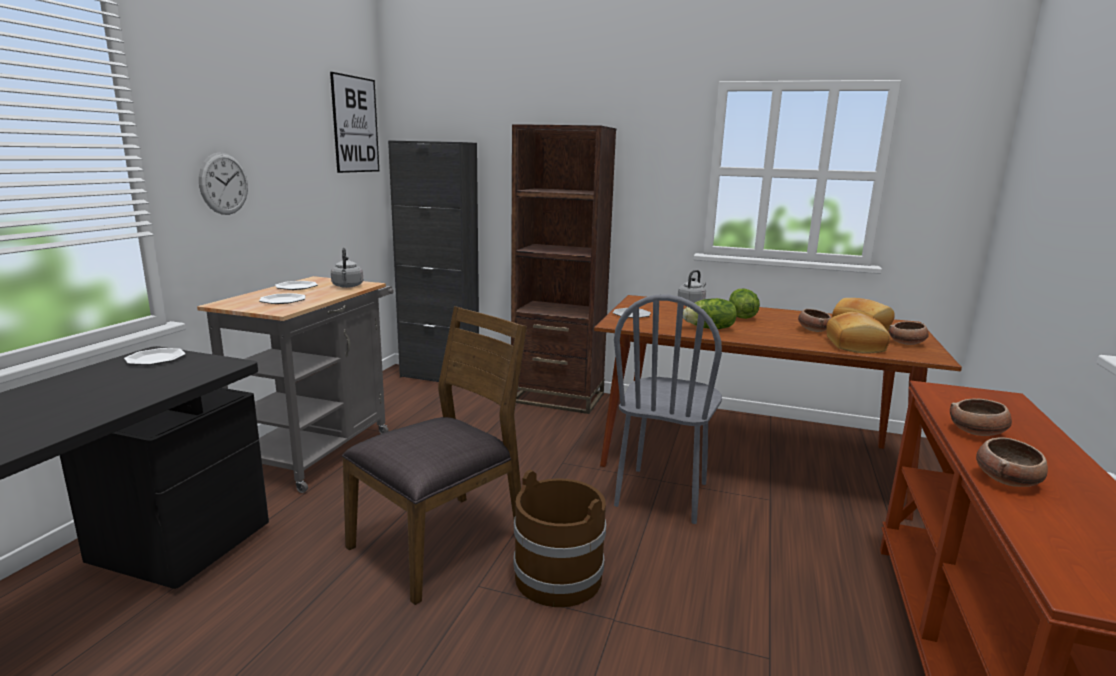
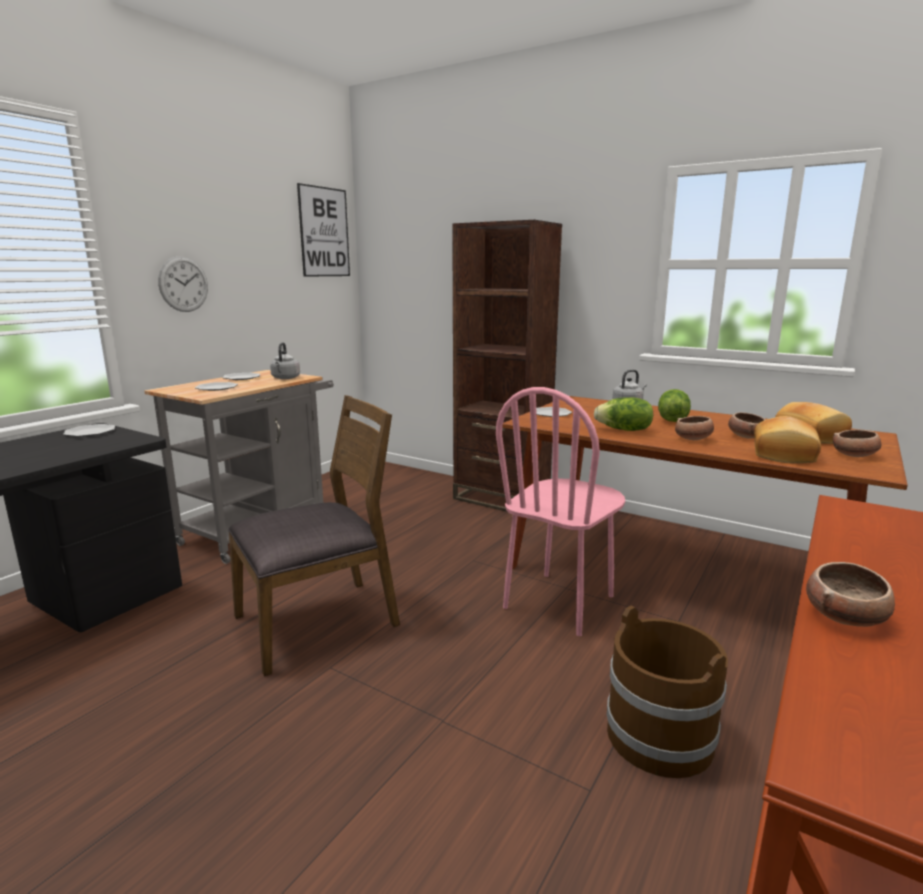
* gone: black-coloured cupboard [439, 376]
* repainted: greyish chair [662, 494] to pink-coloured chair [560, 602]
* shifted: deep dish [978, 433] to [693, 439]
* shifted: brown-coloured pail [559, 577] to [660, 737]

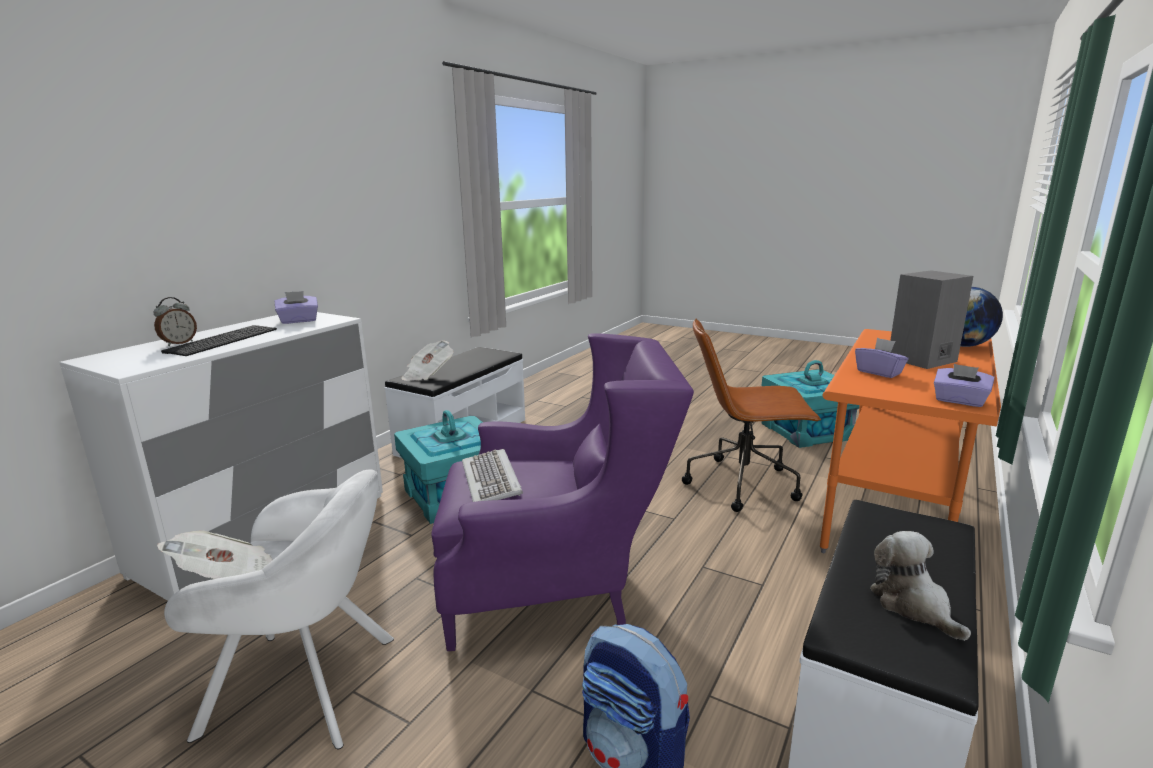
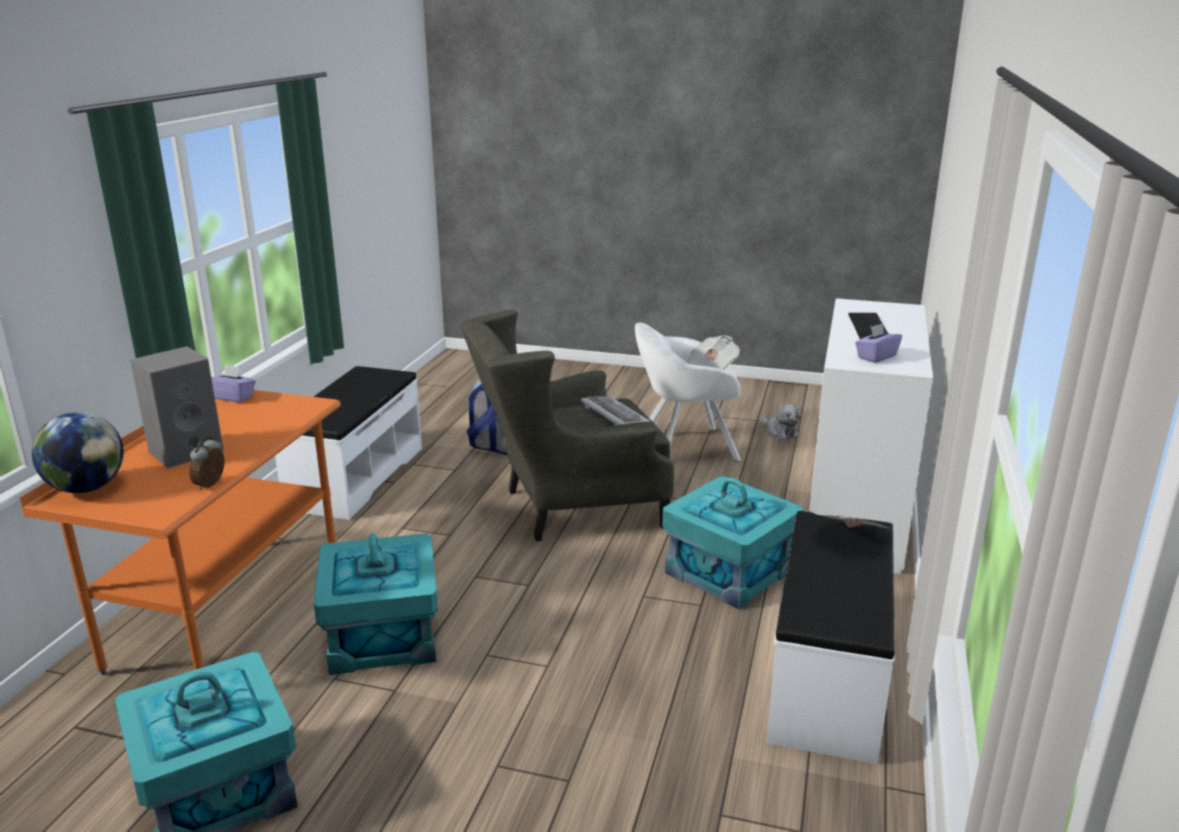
* shifted: alarm clock [179, 343] to [211, 485]
* swapped: brown-coloured computer chair [744, 483] to turquoise-coloured storage container [384, 637]
* repainted: purple-coloured lounge chair [557, 585] to greyish lounge chair [568, 507]
* gone: purple-coloured tissue holder [879, 372]
* shifted: plush toy [913, 605] to [779, 431]

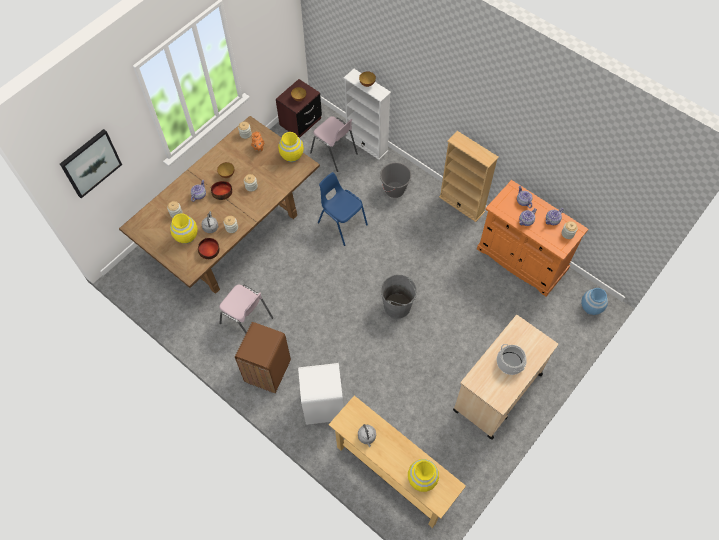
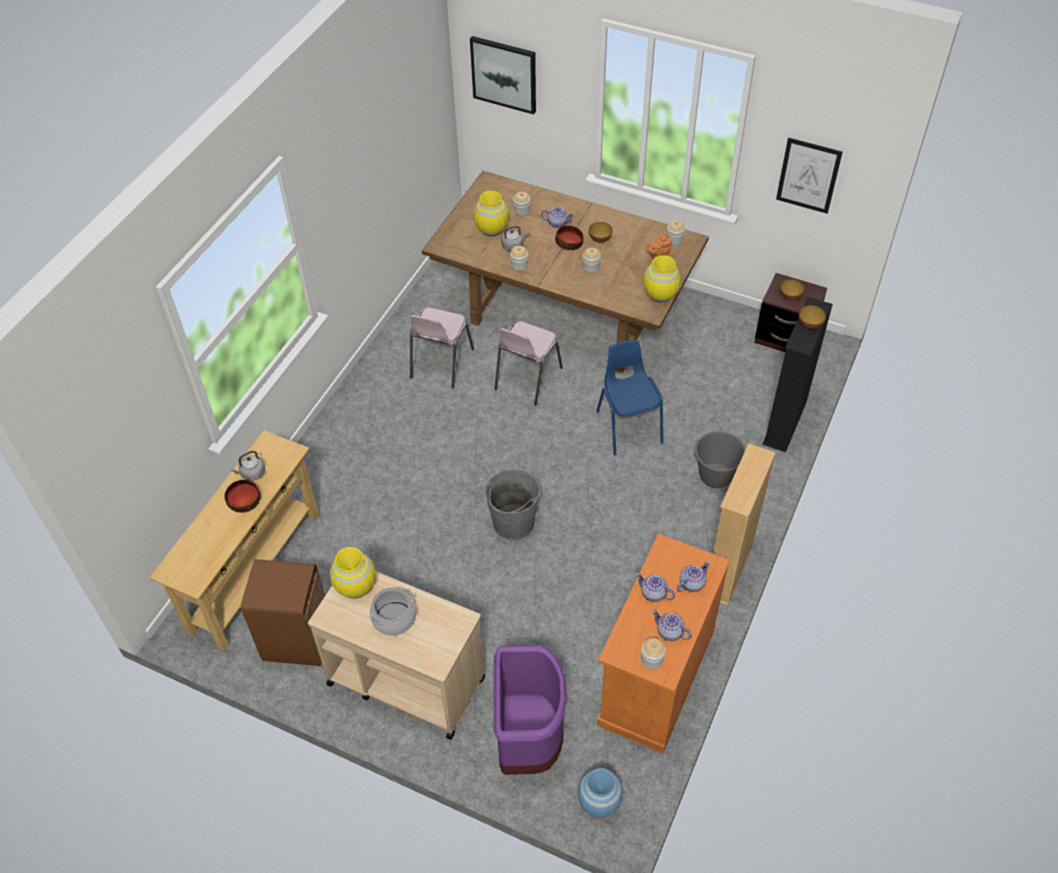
* repainted: whitish bookshelf [367, 144] to black-coloured bookshelf [785, 423]
* shifted: pink-coloured chair [334, 153] to [527, 379]
* rotated: blue chair [342, 223] = [628, 426] 45 degrees counterclockwise
* shifted: deep dish [209, 251] to [243, 500]
* shifted: brown-coloured waste bin [267, 371] to [297, 640]
* gone: whitish waste bin [324, 407]
* shifted: yellow decorative vase [422, 479] to [356, 586]
* new: wall art [808, 175]
* new: purple-coloured waste bin [528, 739]

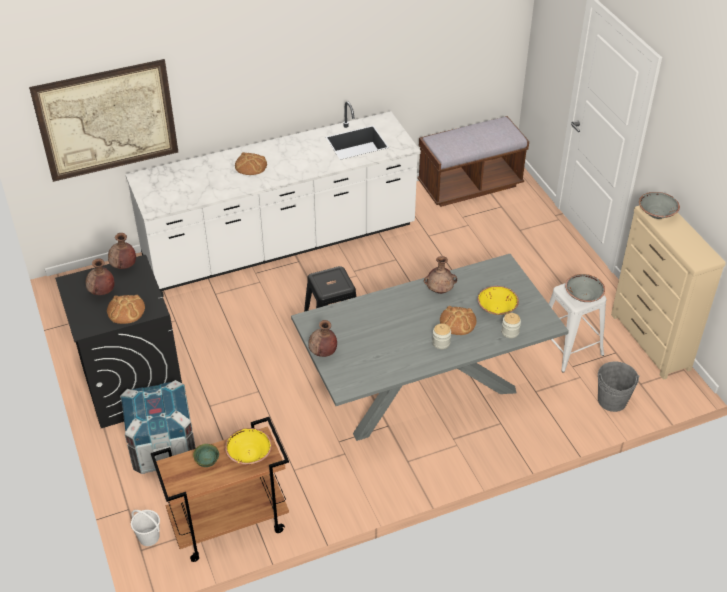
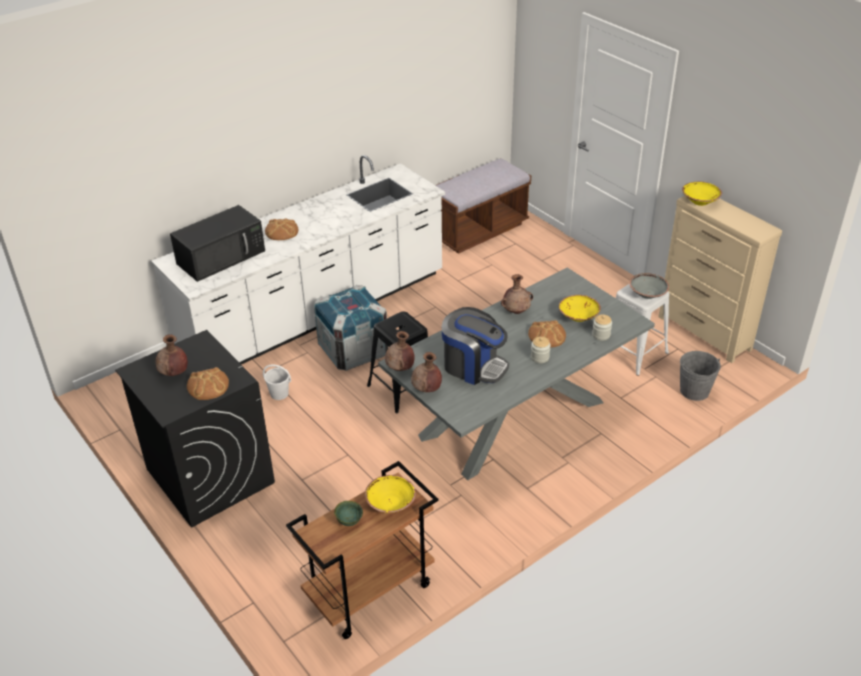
* gone: wall art [107, 120]
* repainted: greyish deep dish [656, 213] to yellow deep dish [700, 201]
* shifted: brown-coloured decorative vase [124, 266] to [400, 368]
* shifted: shipping crate [163, 448] to [353, 350]
* shifted: whitish pail [149, 537] to [279, 394]
* new: black-coloured microwave oven [222, 256]
* new: coffee machine [473, 366]

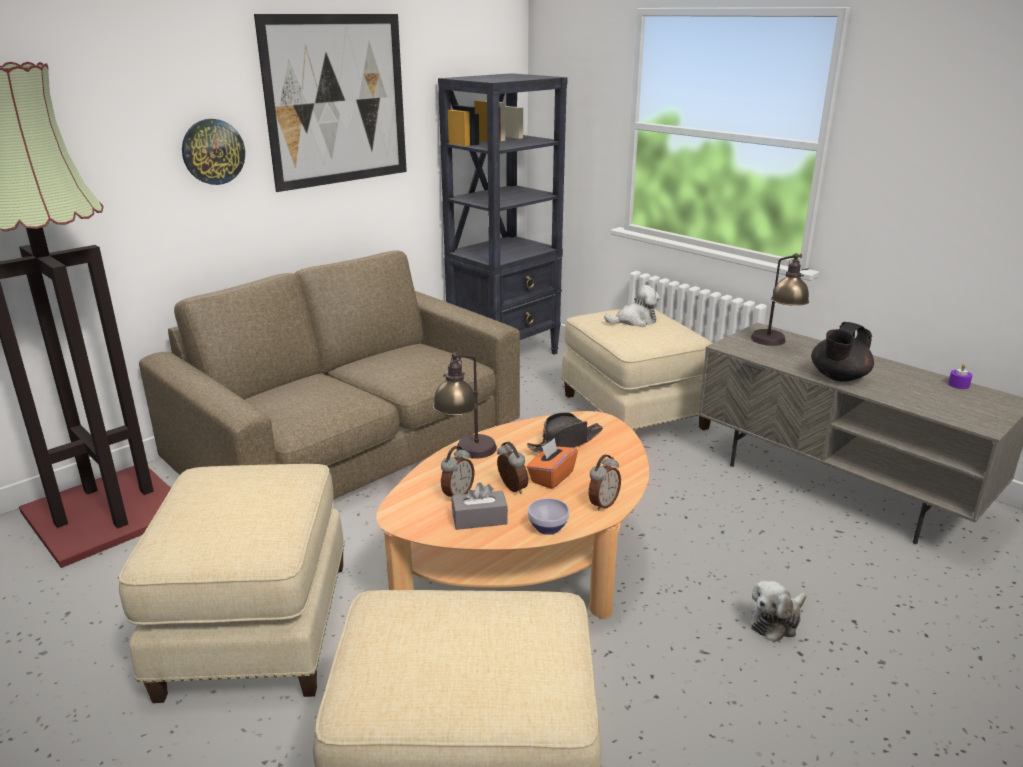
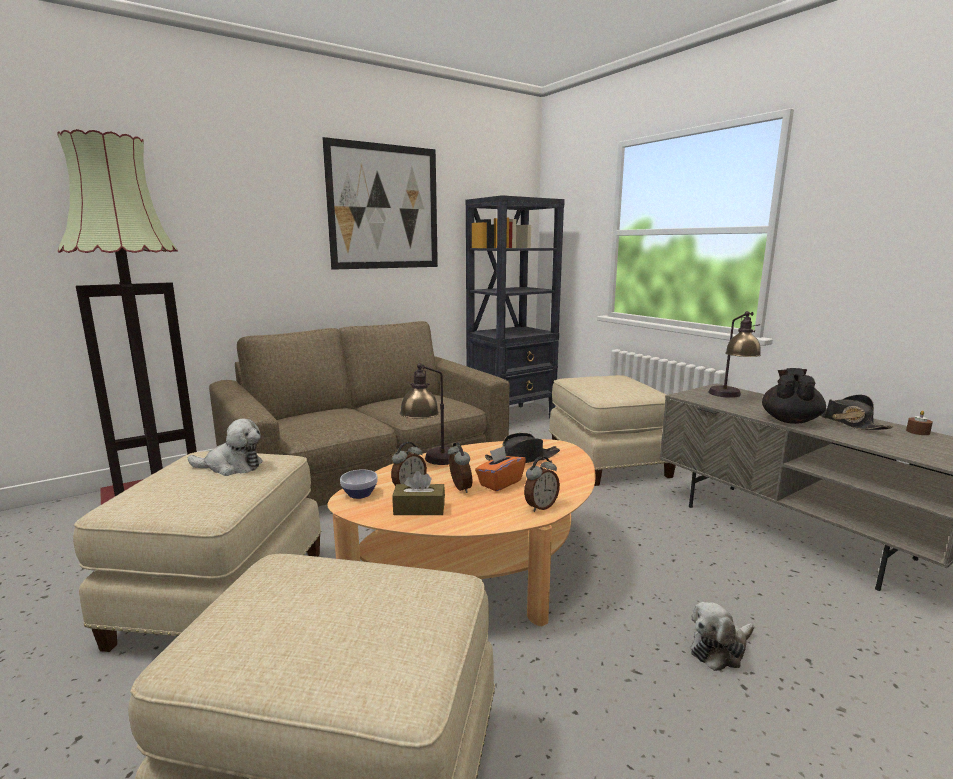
* gone: wall clock [213, 151]
* shifted: plush toy [634, 321] to [231, 467]
* rotated: black-coloured pot for tea [838, 377] = [790, 420] 150 degrees clockwise
* repainted: purple-coloured wax light [958, 385] to brown-coloured wax light [917, 432]
* repainted: greyish tissue holder [479, 519] to brown-coloured tissue holder [419, 509]
* shifted: deep dish [547, 527] to [359, 493]
* new: black-coloured clothing hat [847, 422]

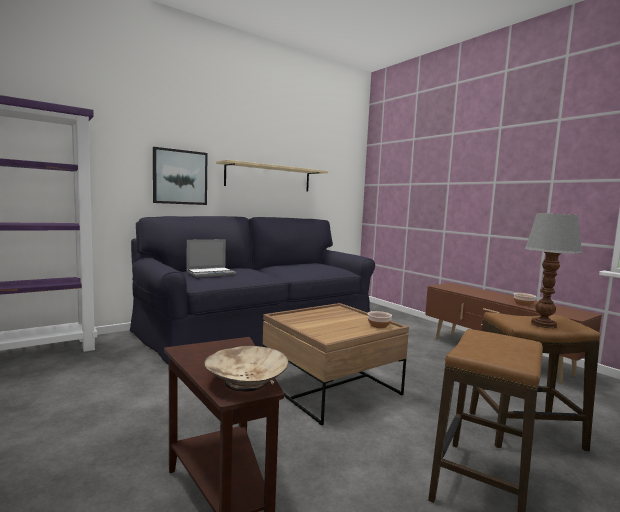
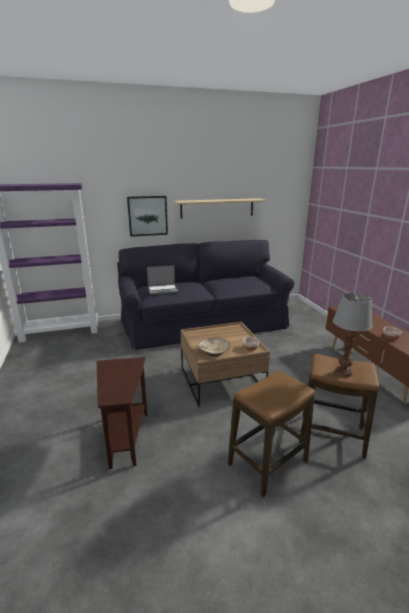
* shifted: beige-coloured deep dish [246, 381] to [213, 352]

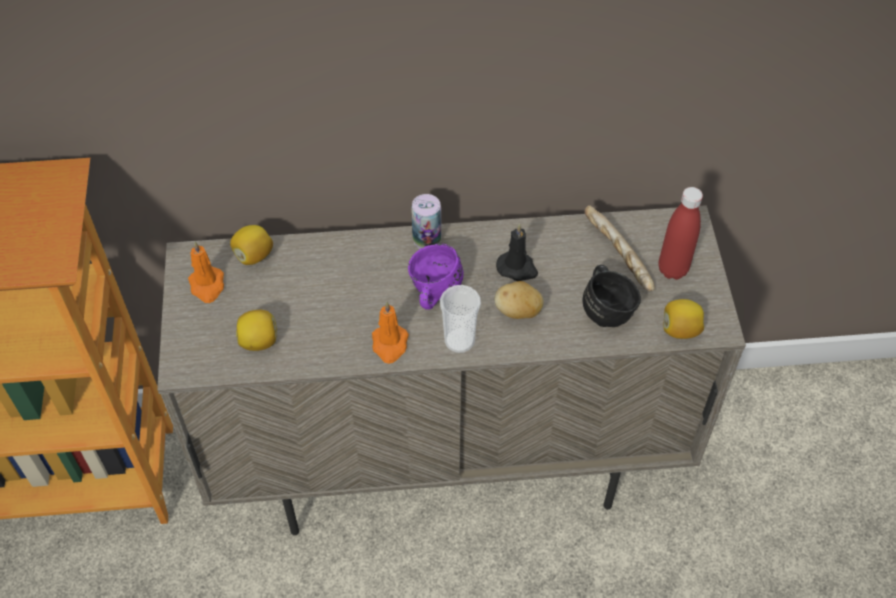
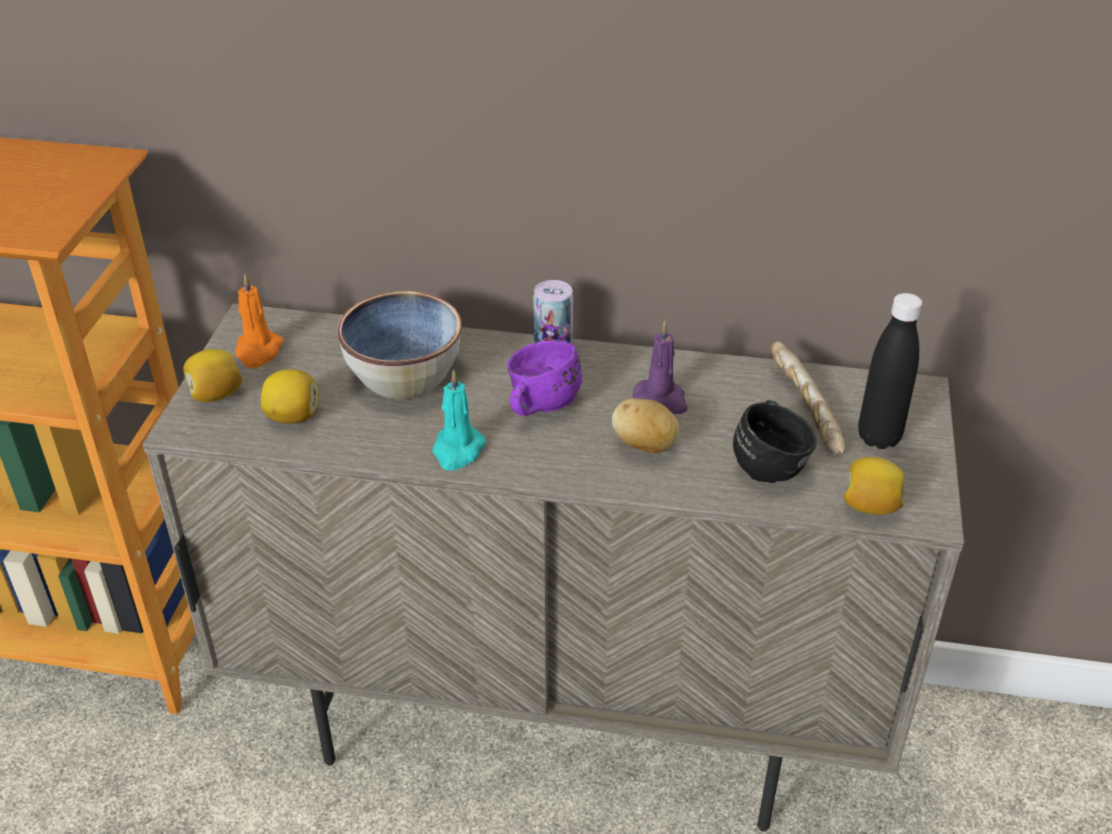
* repainted: red-coloured drink bottle [672, 269] to black-coloured drink bottle [878, 437]
* repainted: black-coloured wax light [517, 268] to purple-coloured wax light [661, 400]
* shifted: whole lemon [253, 255] to [216, 395]
* gone: small cup [459, 340]
* repainted: orangey wax light [390, 345] to turquoise-coloured wax light [458, 450]
* new: deep dish [405, 376]

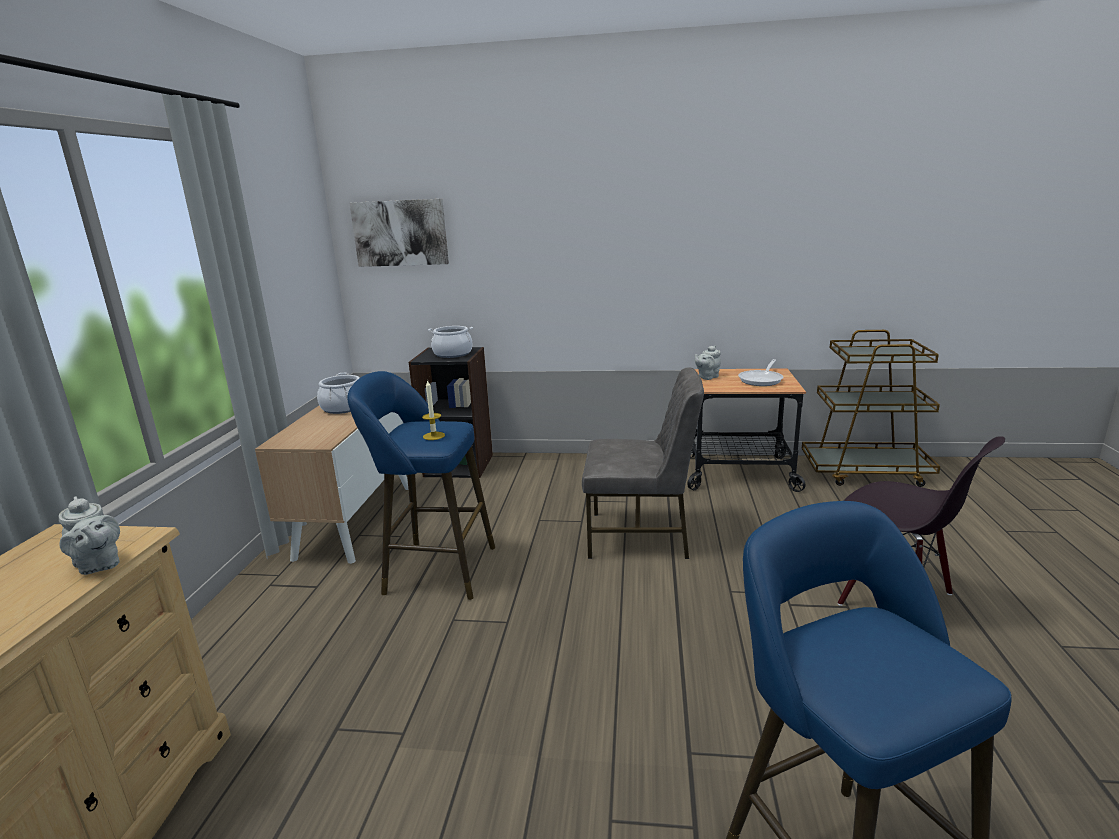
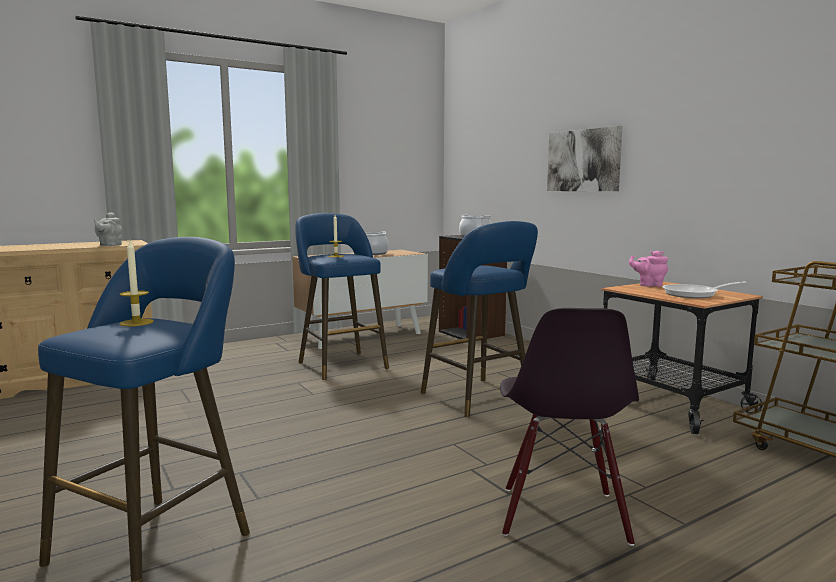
* shifted: wall art [400, 233] to [583, 160]
* repainted: greyish pot for tea [707, 377] to pink-coloured pot for tea [649, 285]
* swapped: greyish chair [640, 536] to blue stool [479, 399]
* new: wax light [136, 322]

